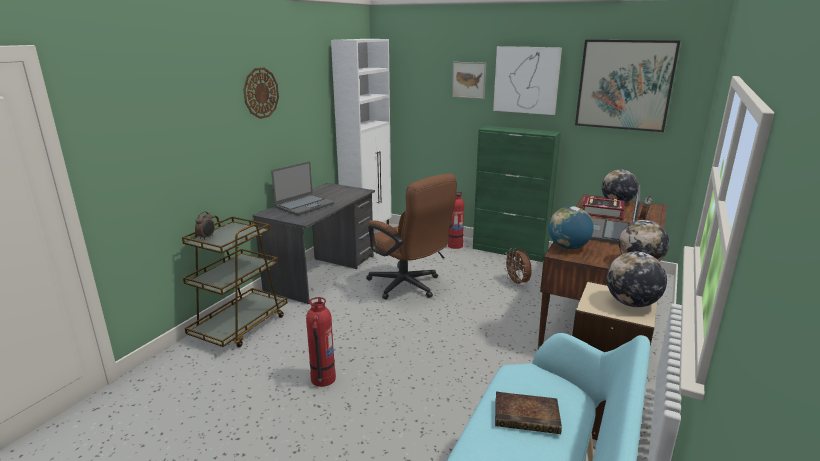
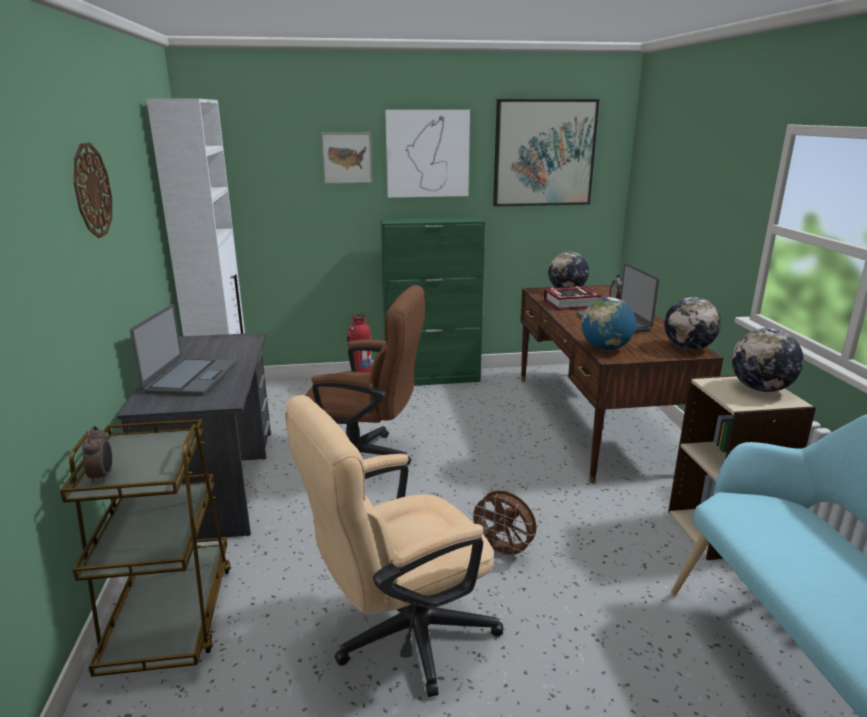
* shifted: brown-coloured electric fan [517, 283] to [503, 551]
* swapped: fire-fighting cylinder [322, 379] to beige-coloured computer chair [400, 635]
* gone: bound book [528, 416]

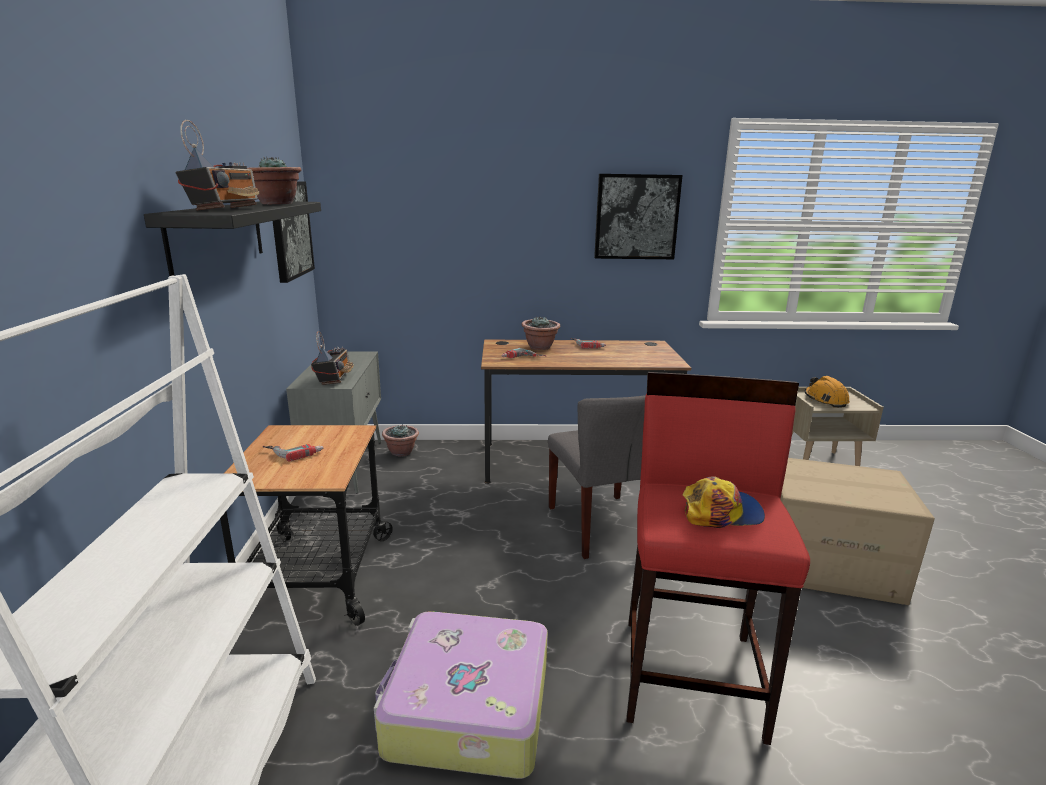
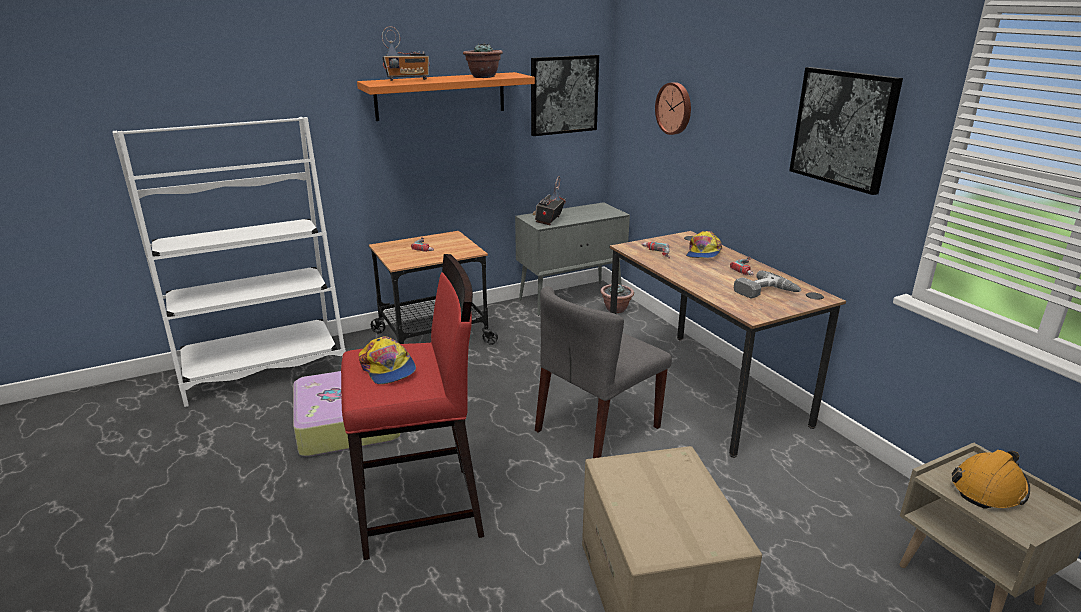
* repainted: black-coloured shelf [218, 236] to orangey shelf [441, 96]
* swapped: plant in a pot [540, 347] to cap [703, 253]
* rotated: radio set [334, 379] = [549, 220] 135 degrees clockwise
* new: wall clock [675, 108]
* new: drill [766, 293]

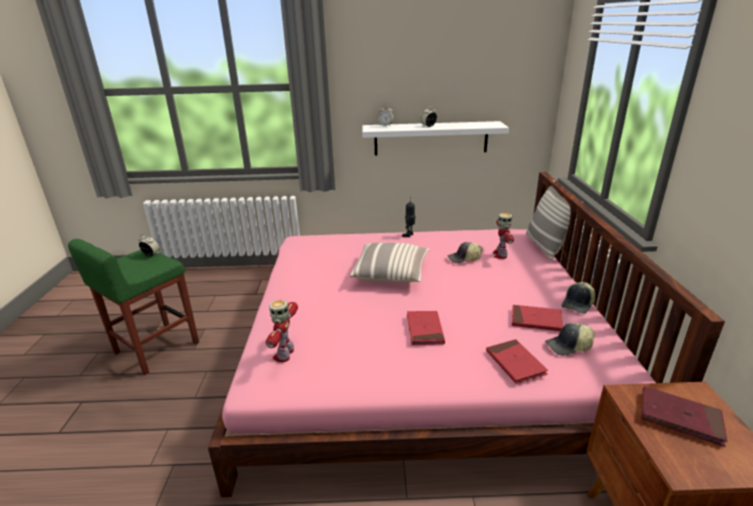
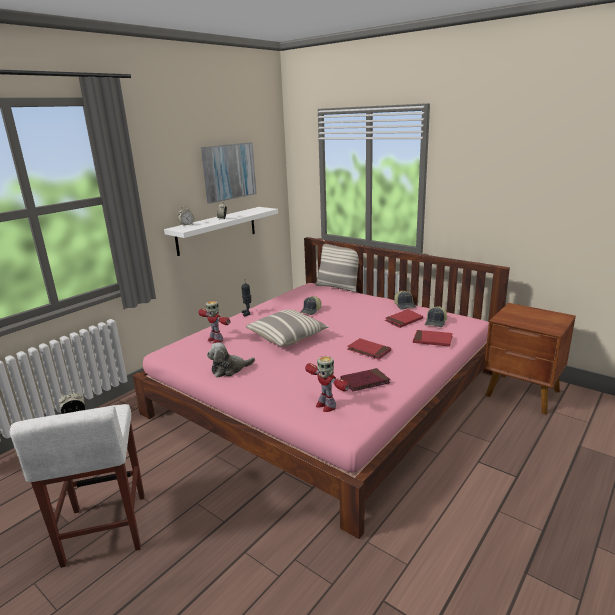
* shifted: model robot [500, 254] to [215, 340]
* repainted: green stool [155, 348] to whitish stool [105, 530]
* shifted: red-coloured bound book [680, 418] to [365, 382]
* new: wall art [229, 172]
* new: plush toy [229, 369]

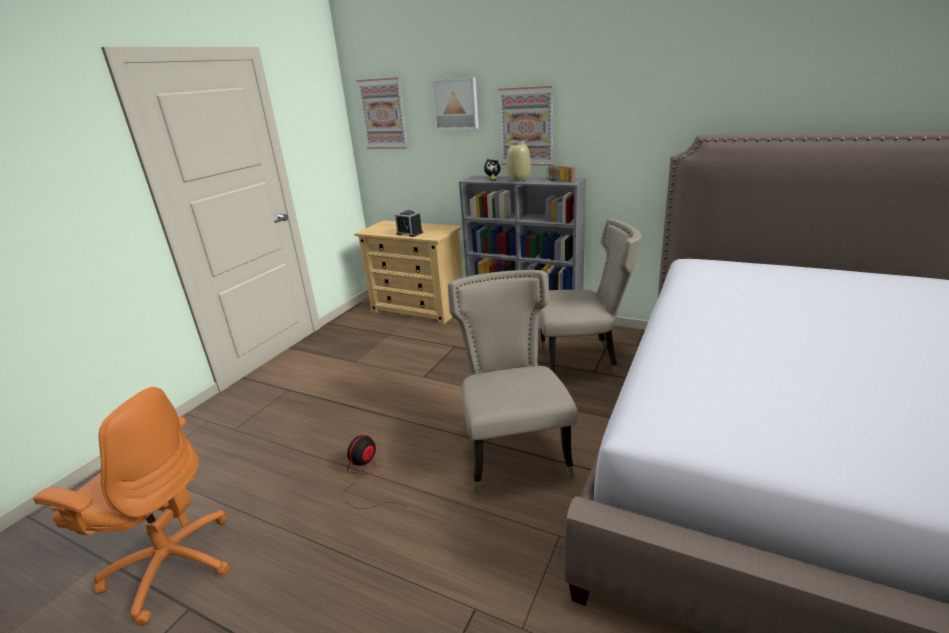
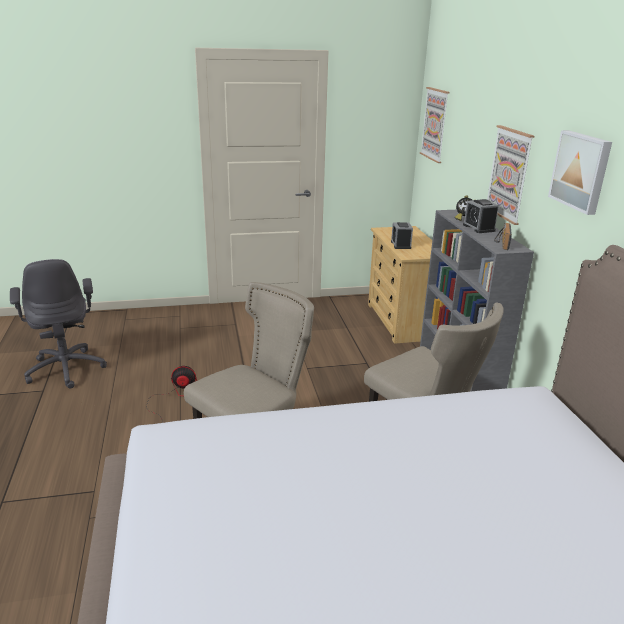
* shifted: wall art [456, 104] to [581, 171]
* swapped: beige-coloured decorative vase [519, 179] to alarm clock [479, 228]
* repainted: orangey computer chair [171, 564] to greyish computer chair [66, 368]

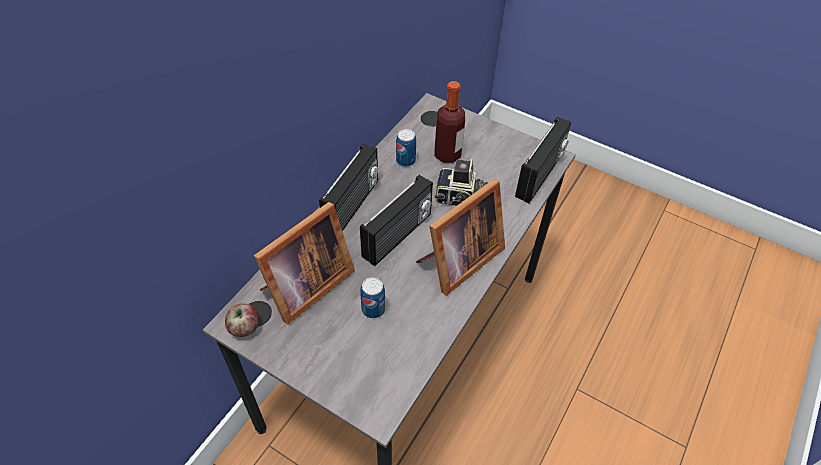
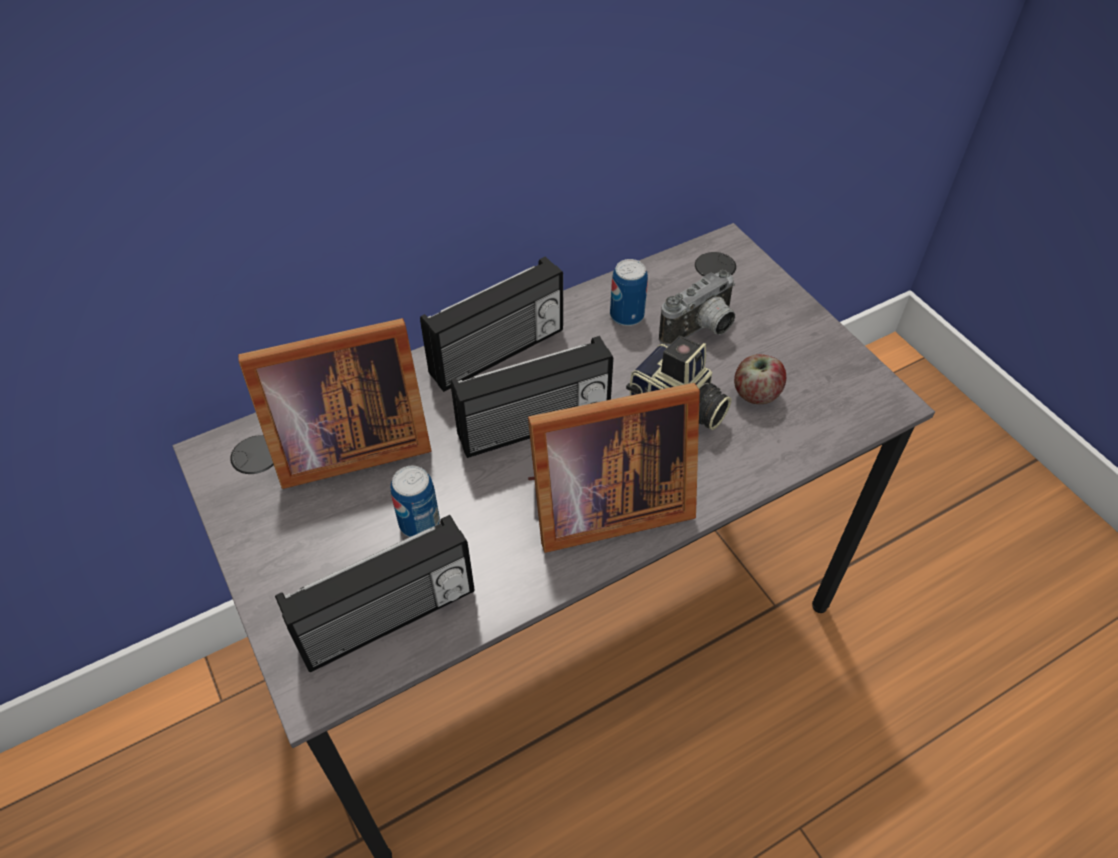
* swapped: drink bottle [447, 155] to still camera [701, 330]
* shifted: radio set [540, 176] to [389, 620]
* shifted: whole apple [244, 327] to [755, 394]

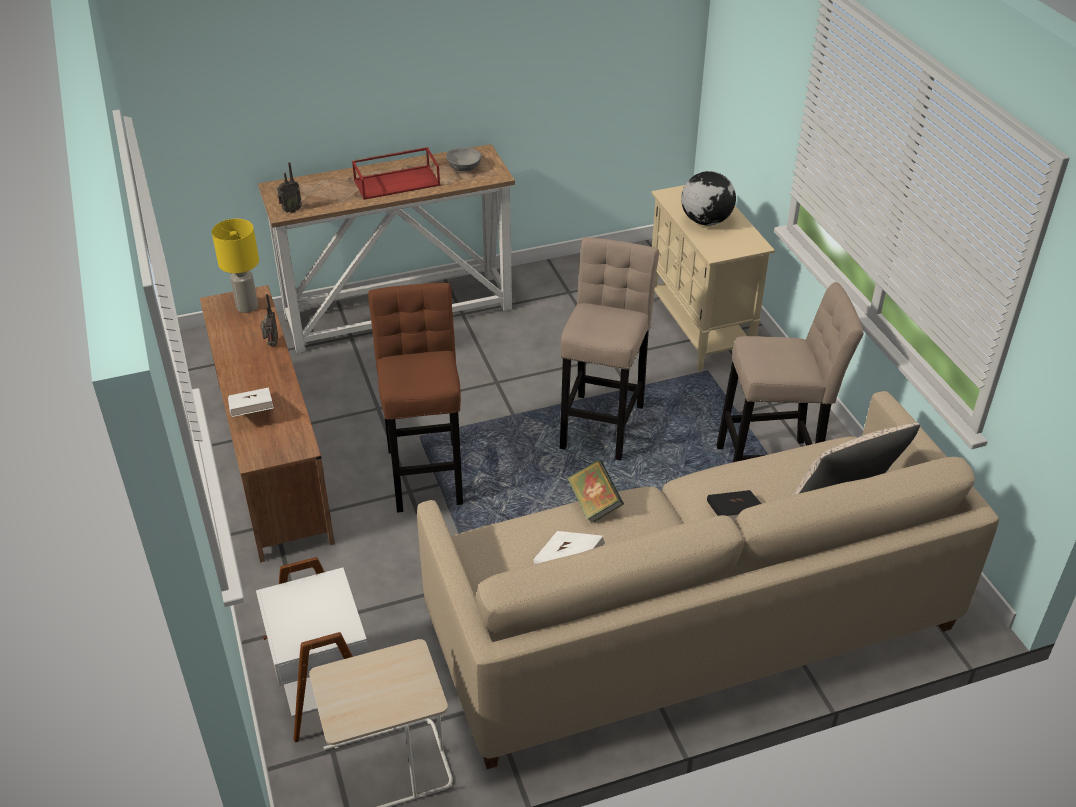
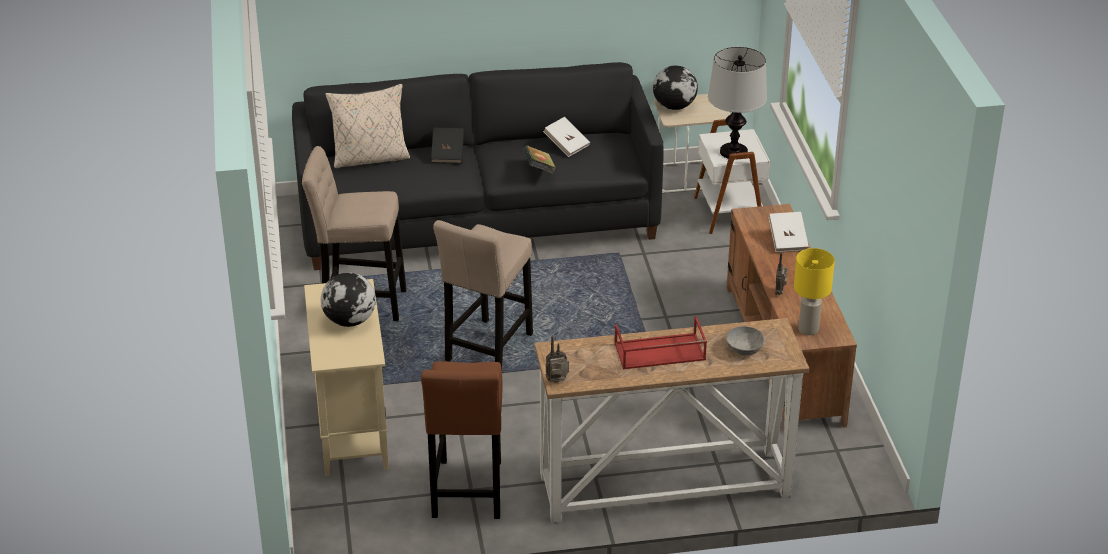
* shifted: greyish deep dish [463, 167] to [744, 349]
* shifted: radio set [290, 210] to [558, 382]
* shifted: brown-coloured stool [426, 472] to [467, 493]
* repainted: beige-coloured settee [690, 623] to black-coloured settee [478, 218]
* new: lamp for a table [733, 152]
* new: globe [674, 106]

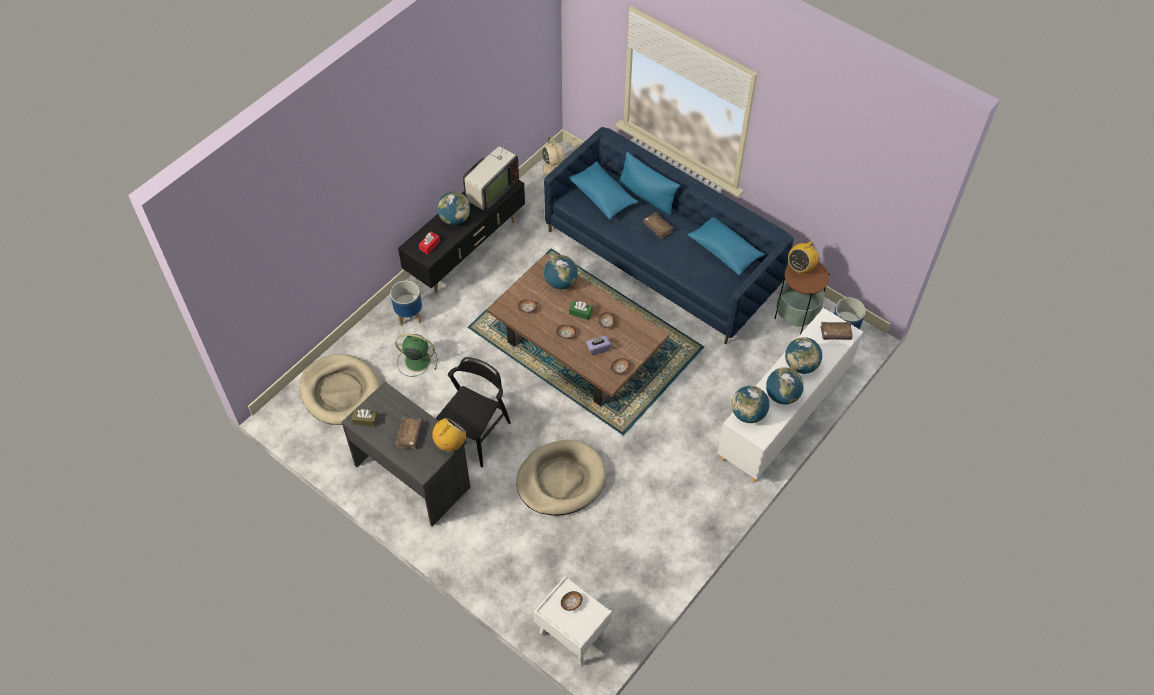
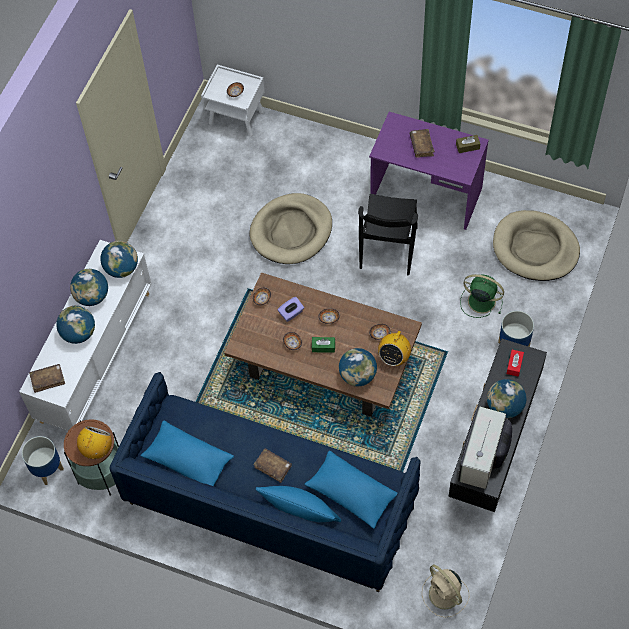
* rotated: green electric fan [416, 360] = [480, 301] 150 degrees counterclockwise
* repainted: greyish desk unit [413, 475] to purple-coloured desk unit [426, 196]
* shifted: radio set [450, 443] to [394, 357]

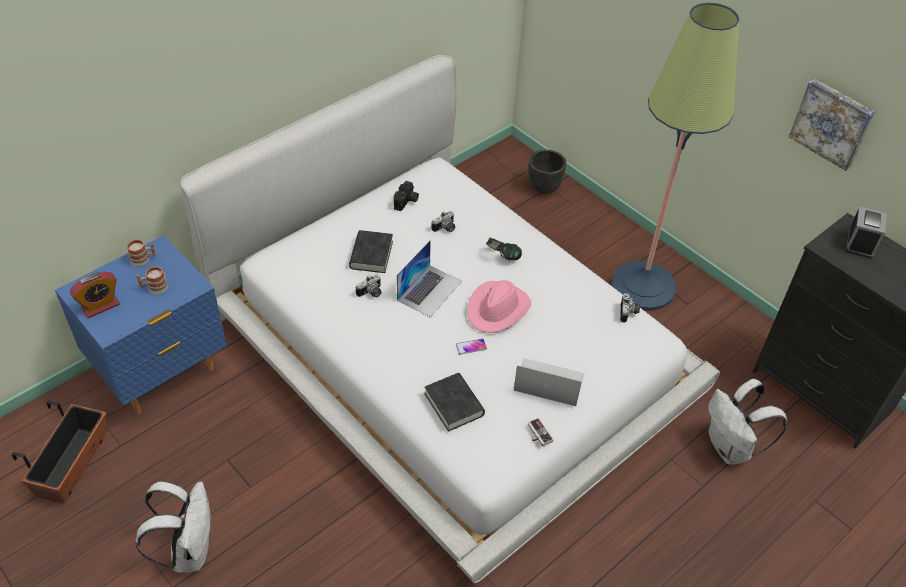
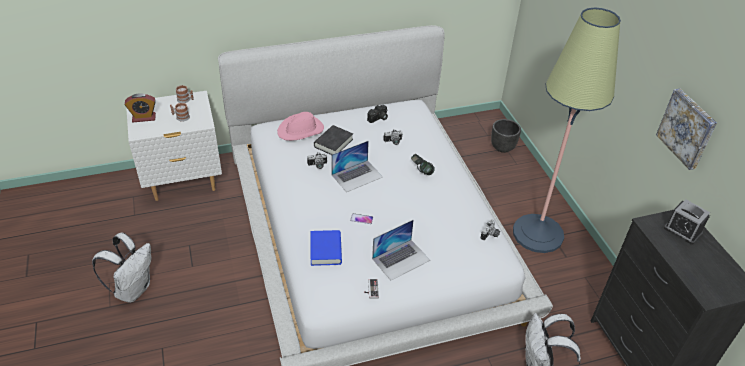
* rotated: alarm clock [860, 243] = [682, 231] 90 degrees clockwise
* repainted: blue bedside table [161, 373] to whitish bedside table [183, 182]
* shifted: pink-coloured clothing hat [498, 309] to [301, 130]
* rotated: laptop [549, 382] = [401, 259] 105 degrees clockwise
* repainted: black-coloured bound book [454, 404] to blue bound book [326, 250]
* gone: planter [73, 465]

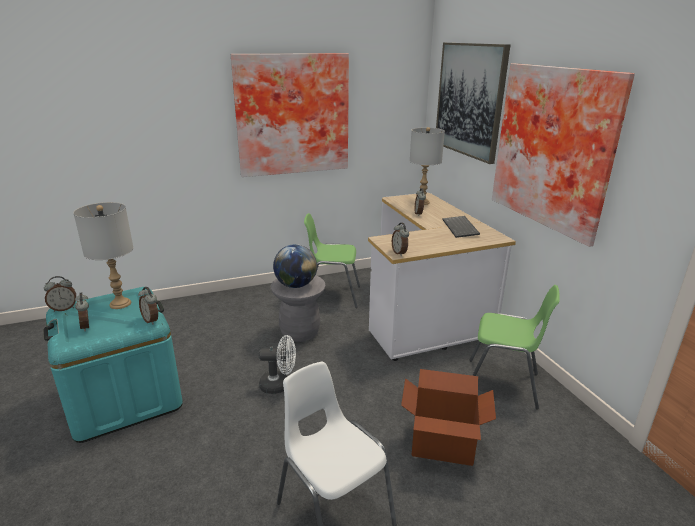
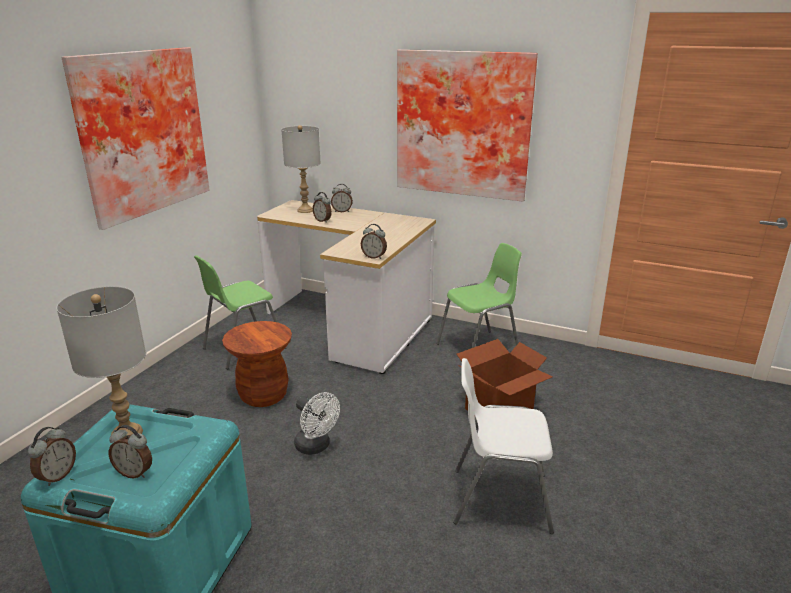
* gone: wall art [469, 100]
* gone: keyboard [461, 228]
* gone: globe [295, 285]
* repainted: greyish stool [300, 332] to brown-coloured stool [263, 395]
* shifted: alarm clock [151, 320] to [342, 211]
* rotated: whitish electric fan [279, 385] = [316, 447] 90 degrees clockwise

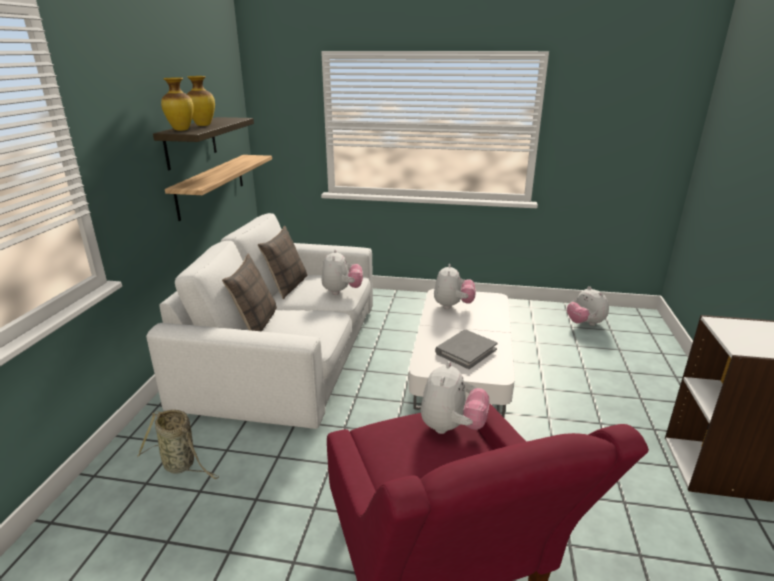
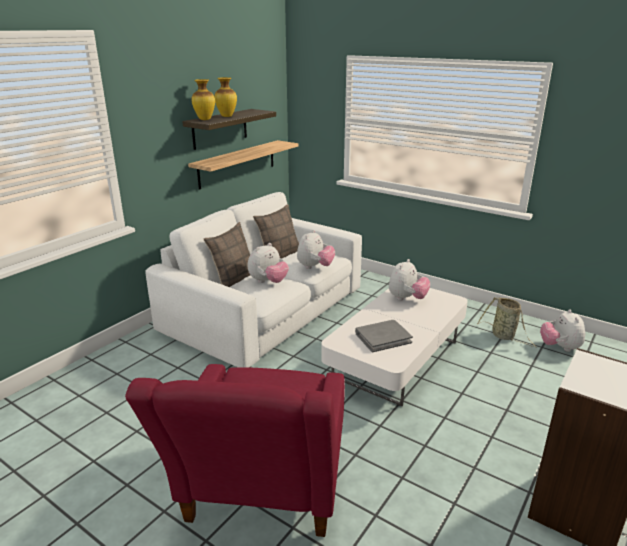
* shifted: plush toy [451, 427] to [268, 282]
* shifted: storage basket [181, 465] to [504, 336]

